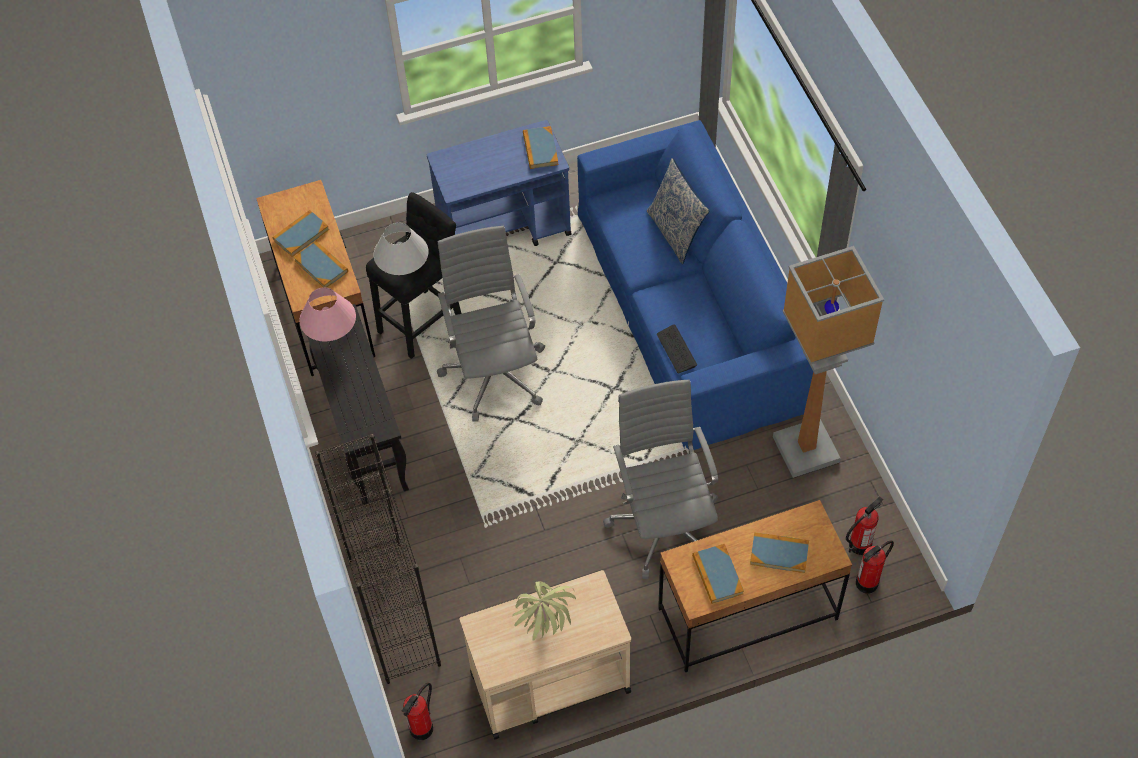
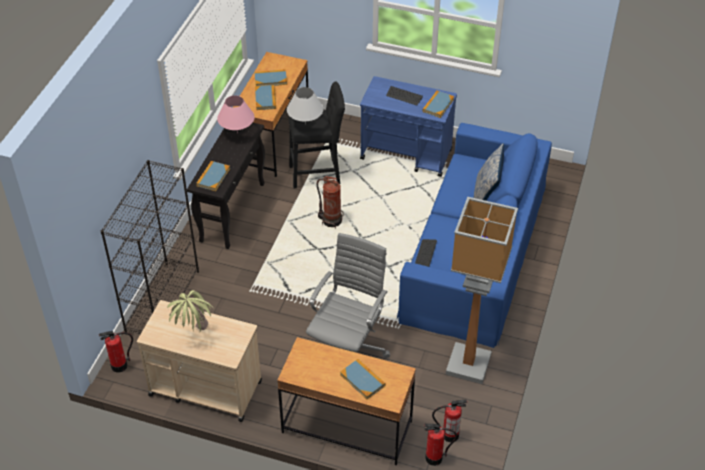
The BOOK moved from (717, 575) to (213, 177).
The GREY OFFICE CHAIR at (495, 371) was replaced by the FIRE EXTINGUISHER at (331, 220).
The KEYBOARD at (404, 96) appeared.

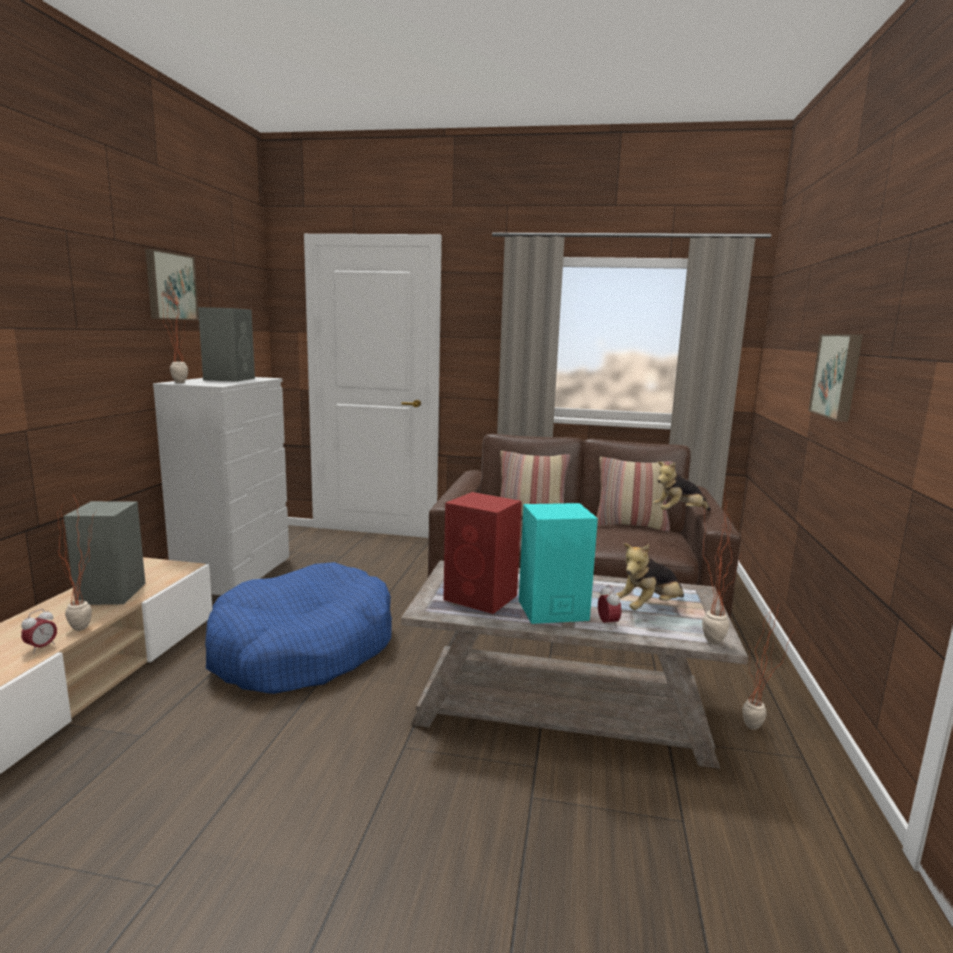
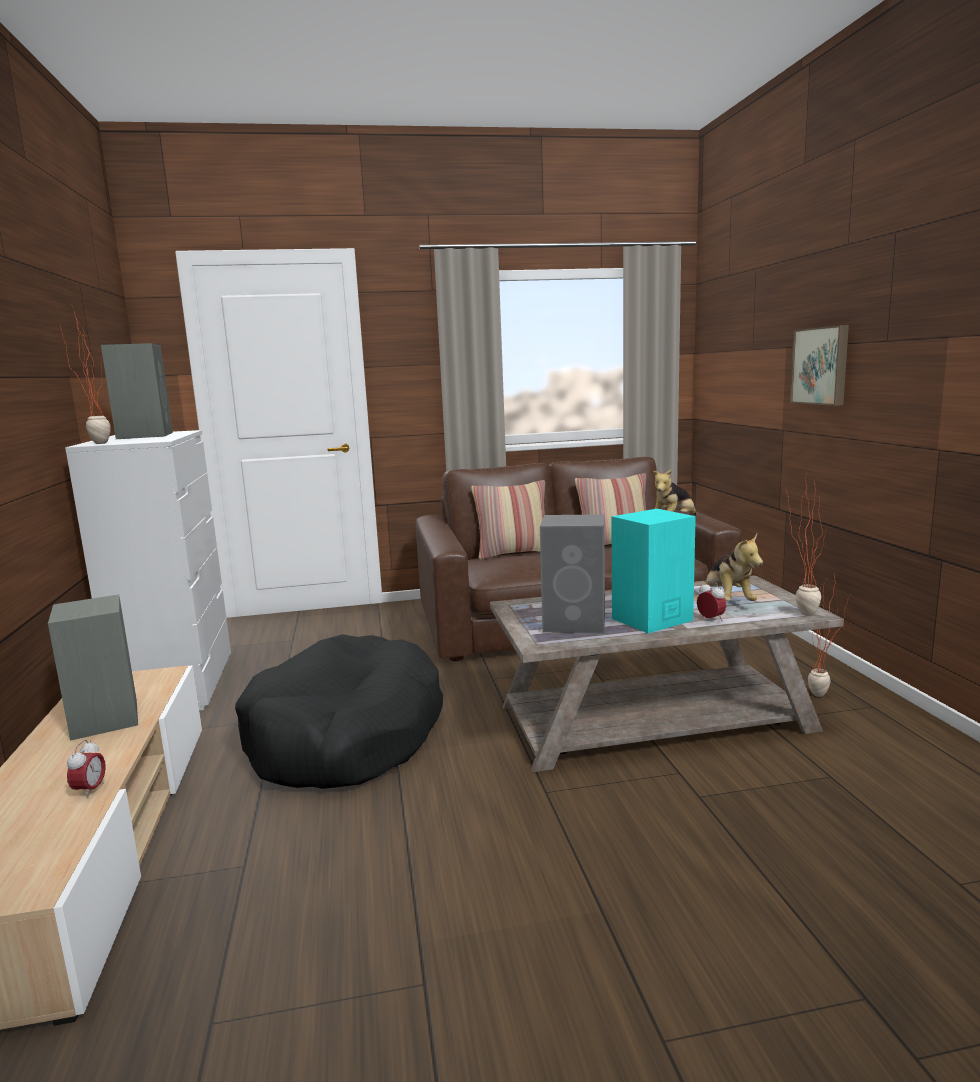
The BLUE DOG BED at (303, 649) became the BLACK DOG BED at (346, 736).
The RED SPEAKER at (482, 598) became the GREY SPEAKER at (576, 623).
The PLUSH TOY at (649, 607) turned 45 degrees counterclockwise.
The POTTED PLANT at (89, 627) disappeared.
The PICTURE at (170, 286) disappeared.

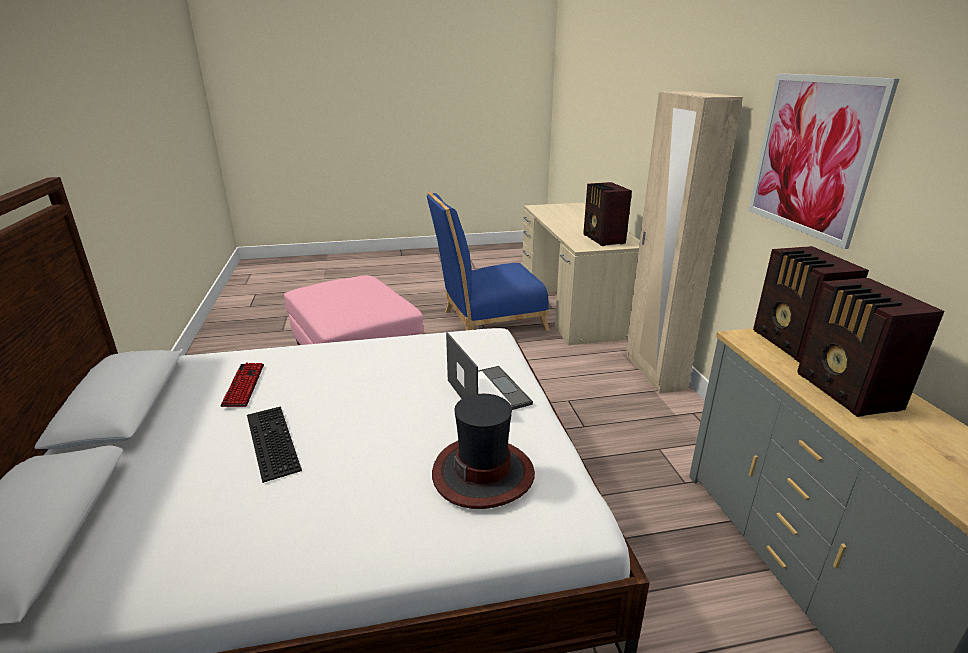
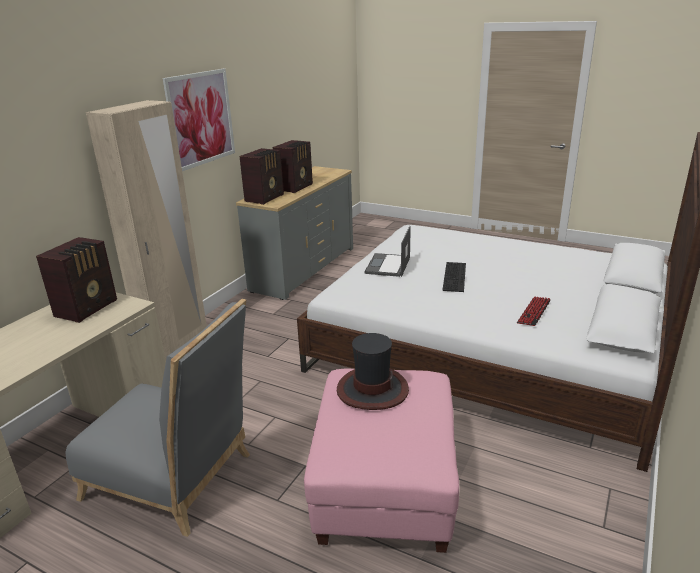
The BLUE CHAIR at (488, 321) became the GREY CHAIR at (176, 479).
The HAT moved from (483, 473) to (372, 389).
The KEYBOARD moved from (270, 441) to (456, 277).

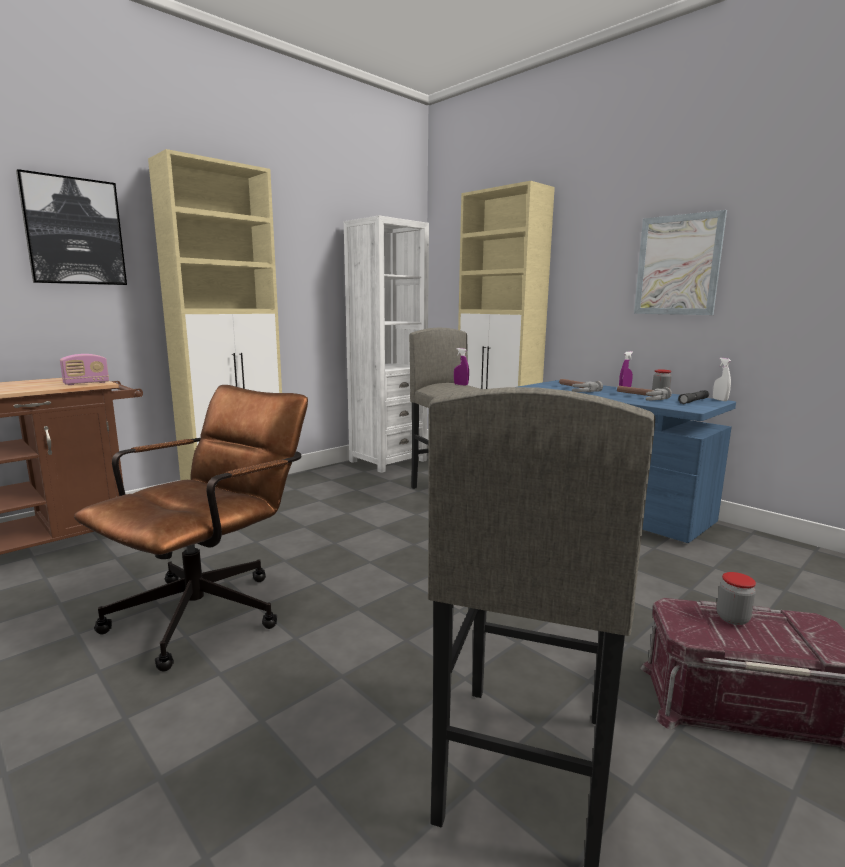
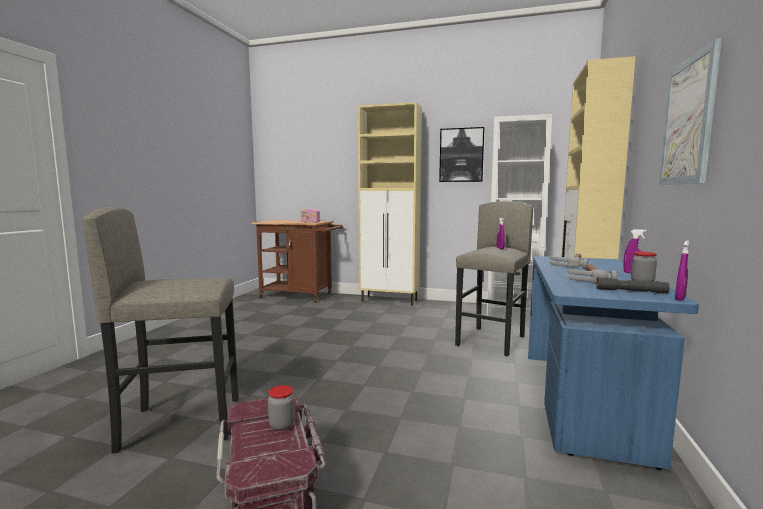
The PICTURE moved from (74, 231) to (461, 155).
The WHITE SPRAY BOTTLE at (720, 400) became the PURPLE SPRAY BOTTLE at (680, 298).
The BROWN OFFICE CHAIR at (212, 608) disappeared.

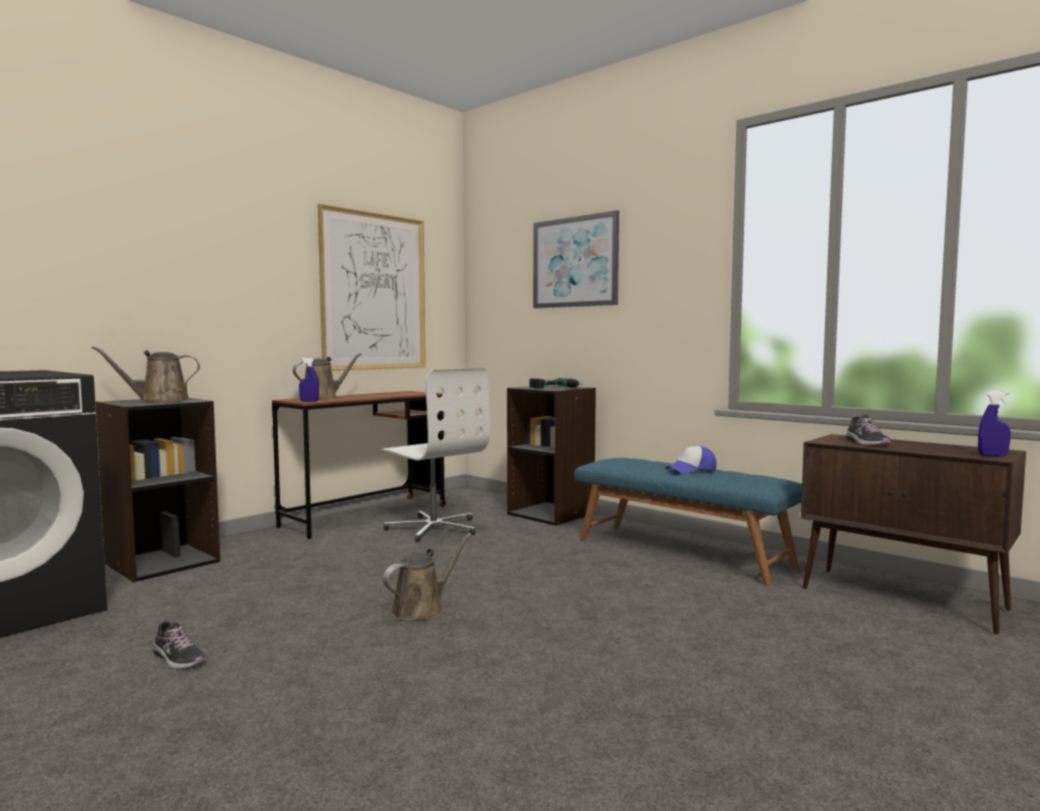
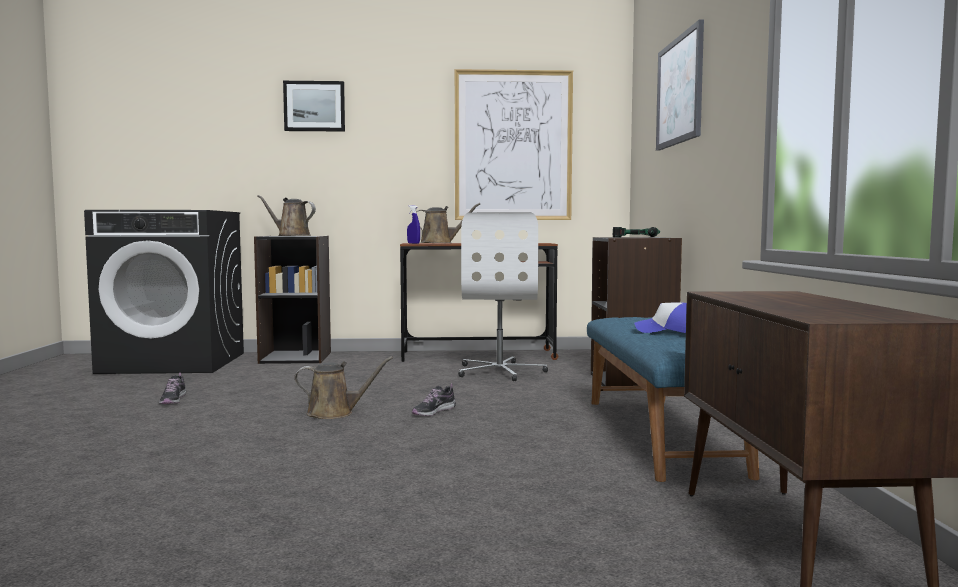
The PICTURE at (314, 106) appeared.
The SHOE moved from (866, 443) to (433, 411).
The BLUE SPRAY BOTTLE at (992, 455) disappeared.

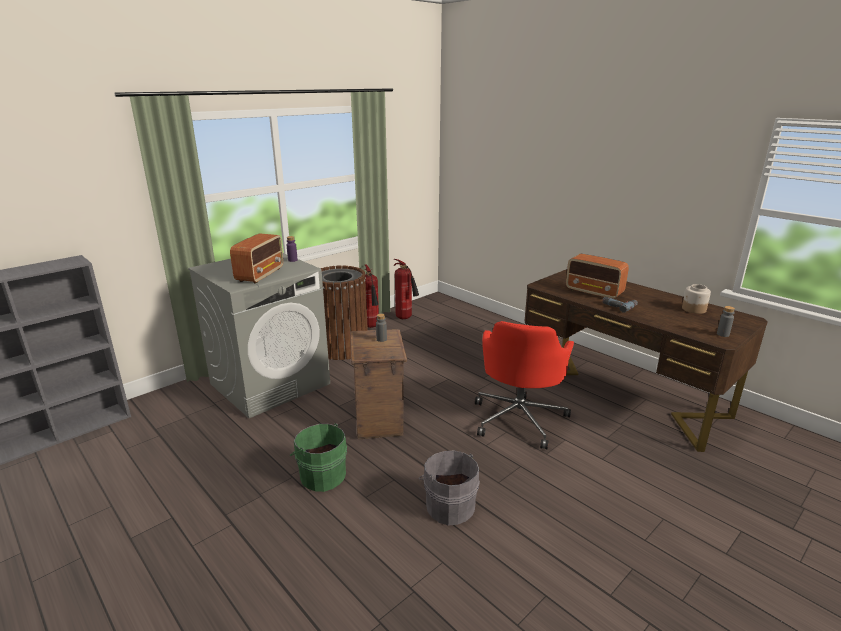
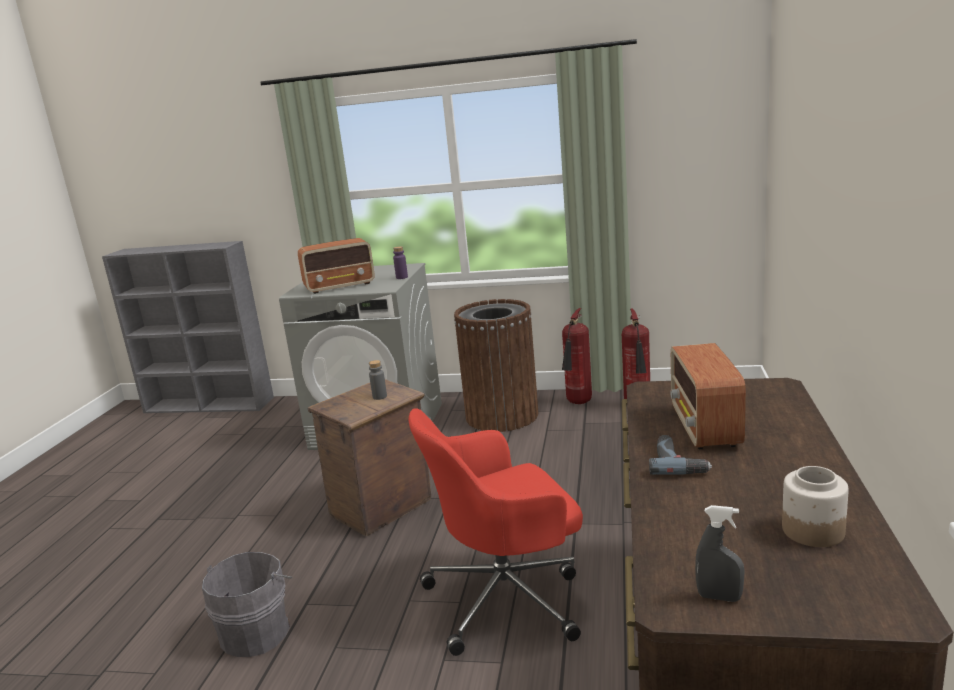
The GREY BOTTLE at (723, 334) was replaced by the GREY SPRAY BOTTLE at (719, 597).
The GREEN BUCKET at (321, 475) disappeared.

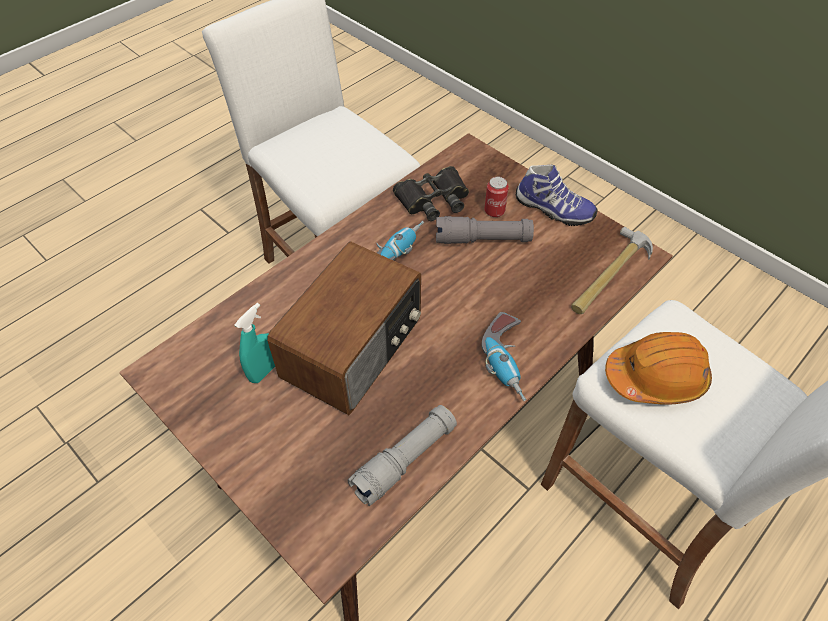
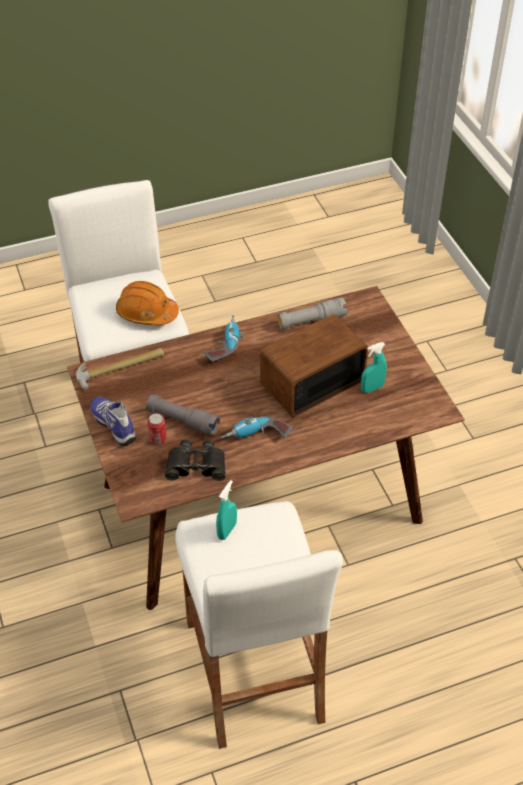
The TURQUOISE SPRAY BOTTLE at (227, 530) appeared.

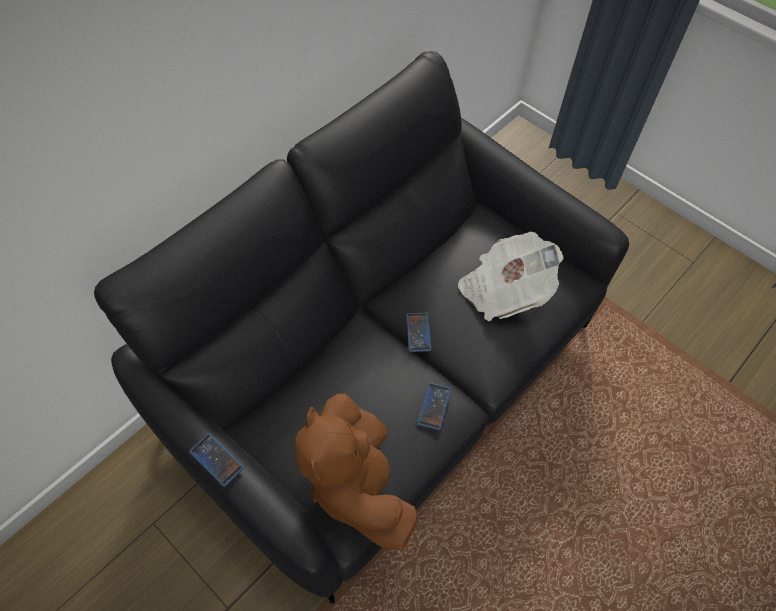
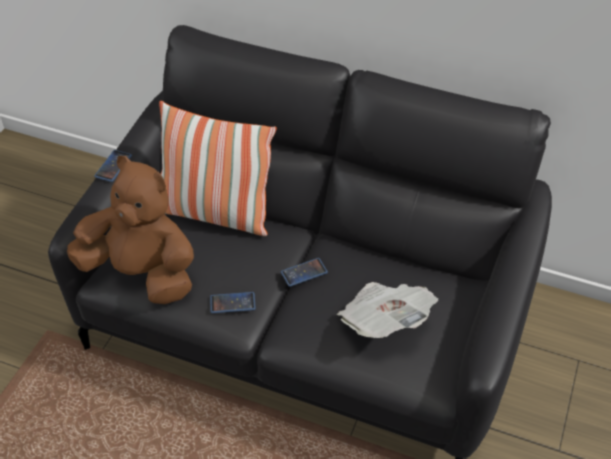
The BROWN PLUSH TOY at (357, 484) turned 60 degrees clockwise.
The PILLOW at (215, 213) appeared.

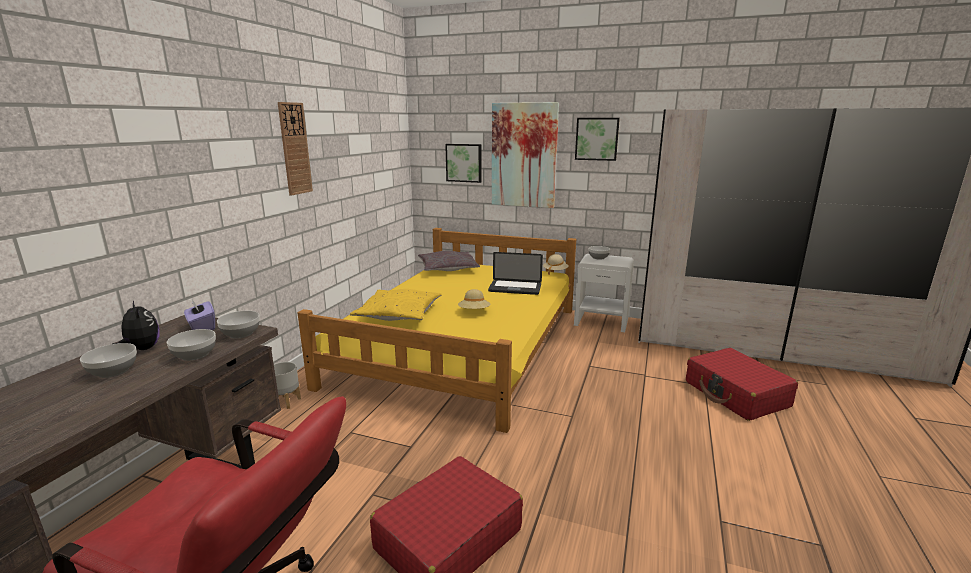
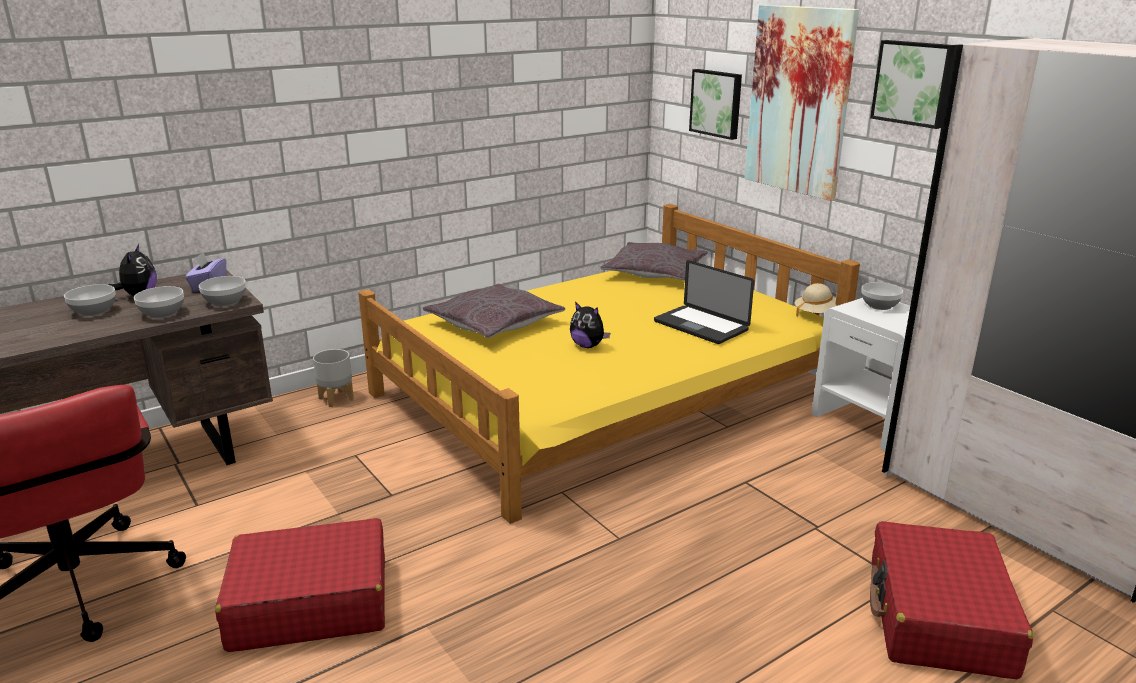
The YELLOW PILLOW at (398, 314) became the GREY PILLOW at (494, 323).
The BEIGE HAT at (474, 312) was replaced by the PLUSH TOY at (588, 346).
The WALL CLOCK at (295, 149) disappeared.

